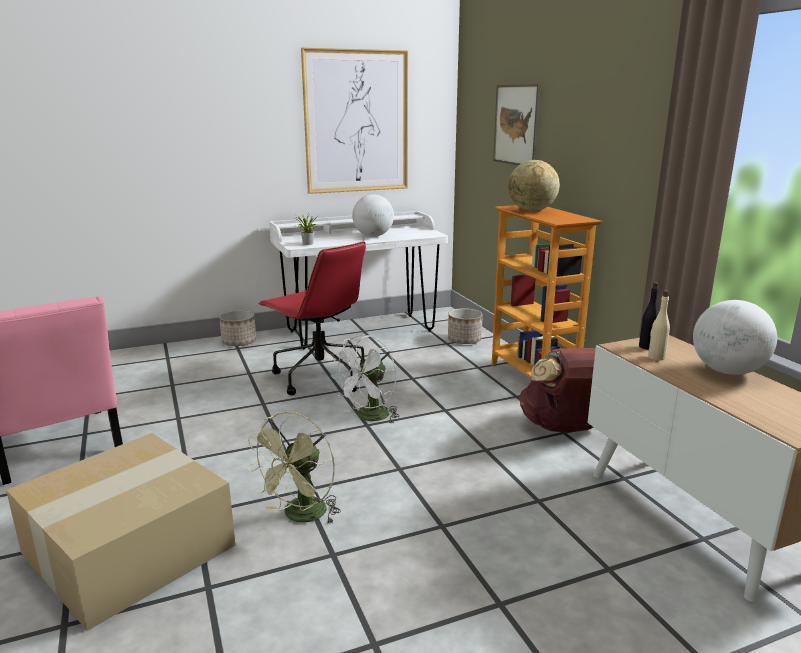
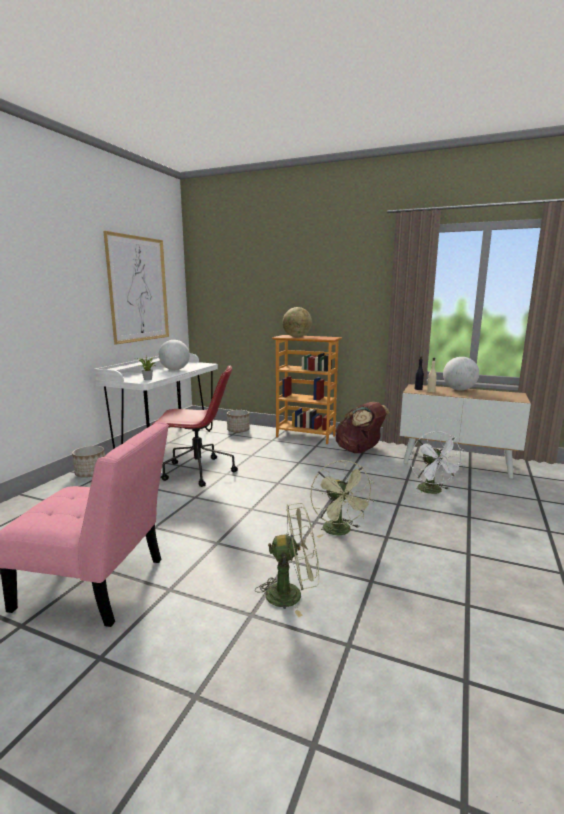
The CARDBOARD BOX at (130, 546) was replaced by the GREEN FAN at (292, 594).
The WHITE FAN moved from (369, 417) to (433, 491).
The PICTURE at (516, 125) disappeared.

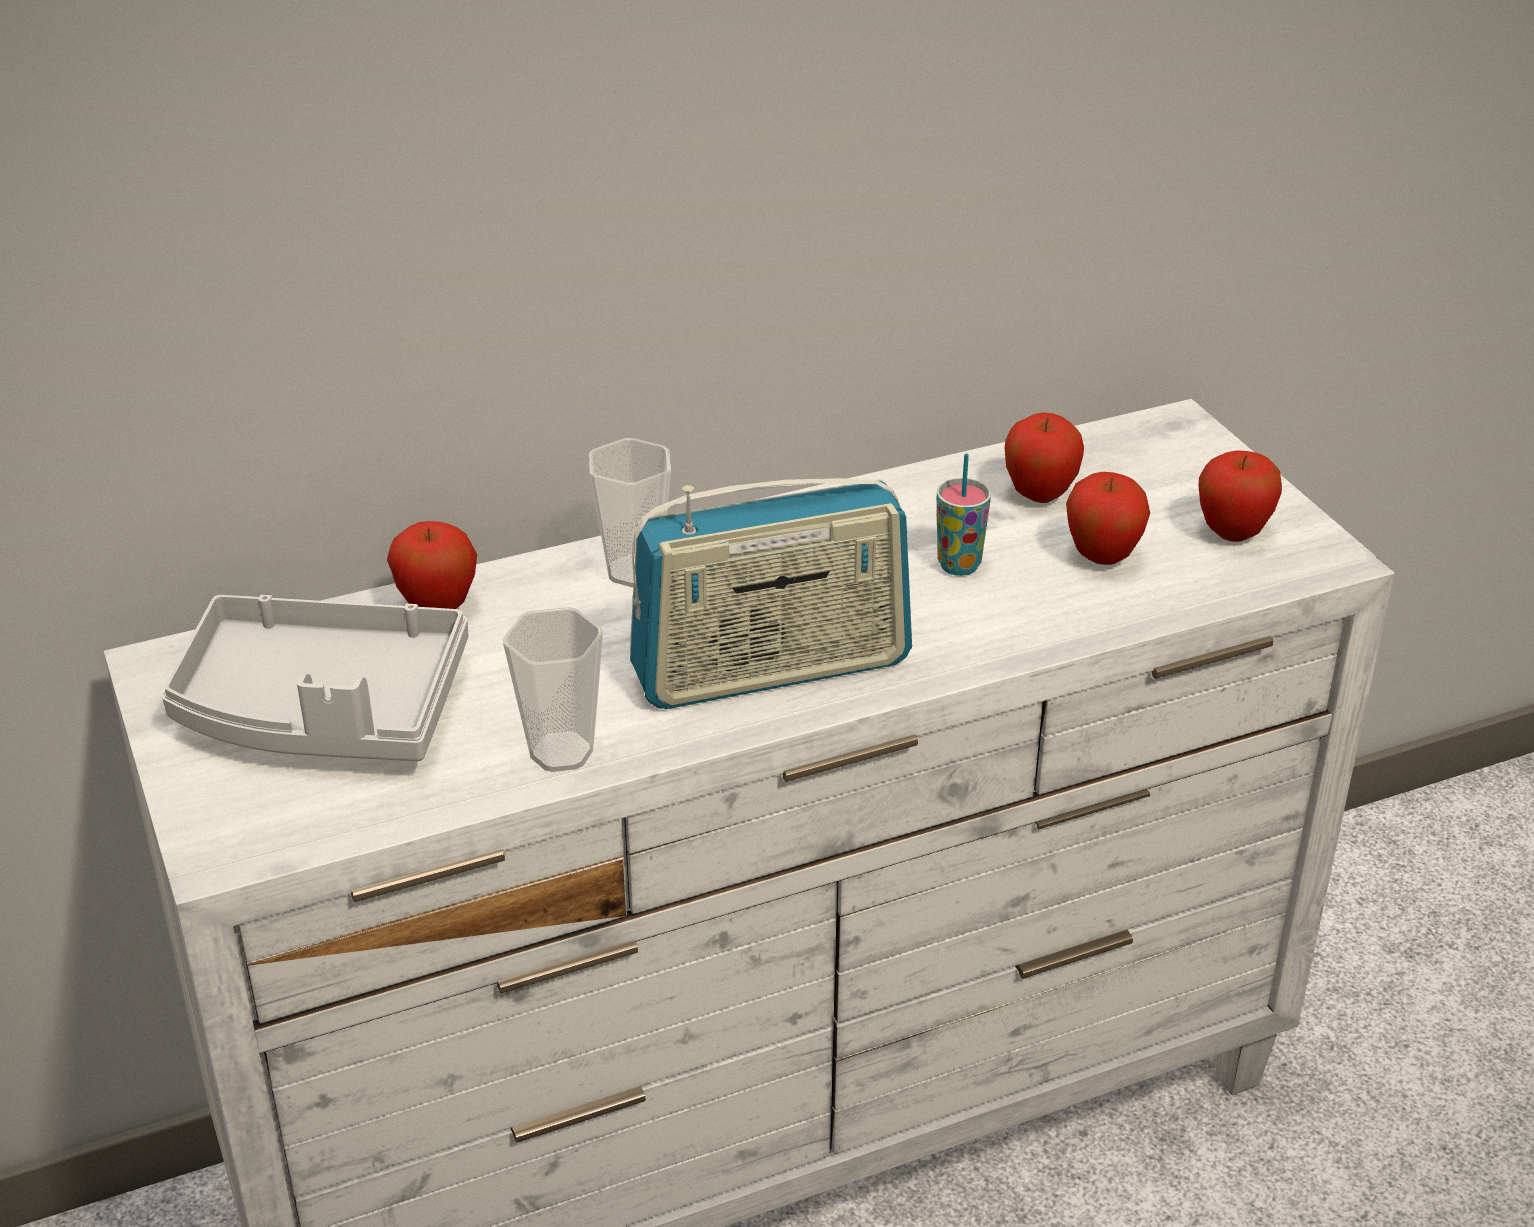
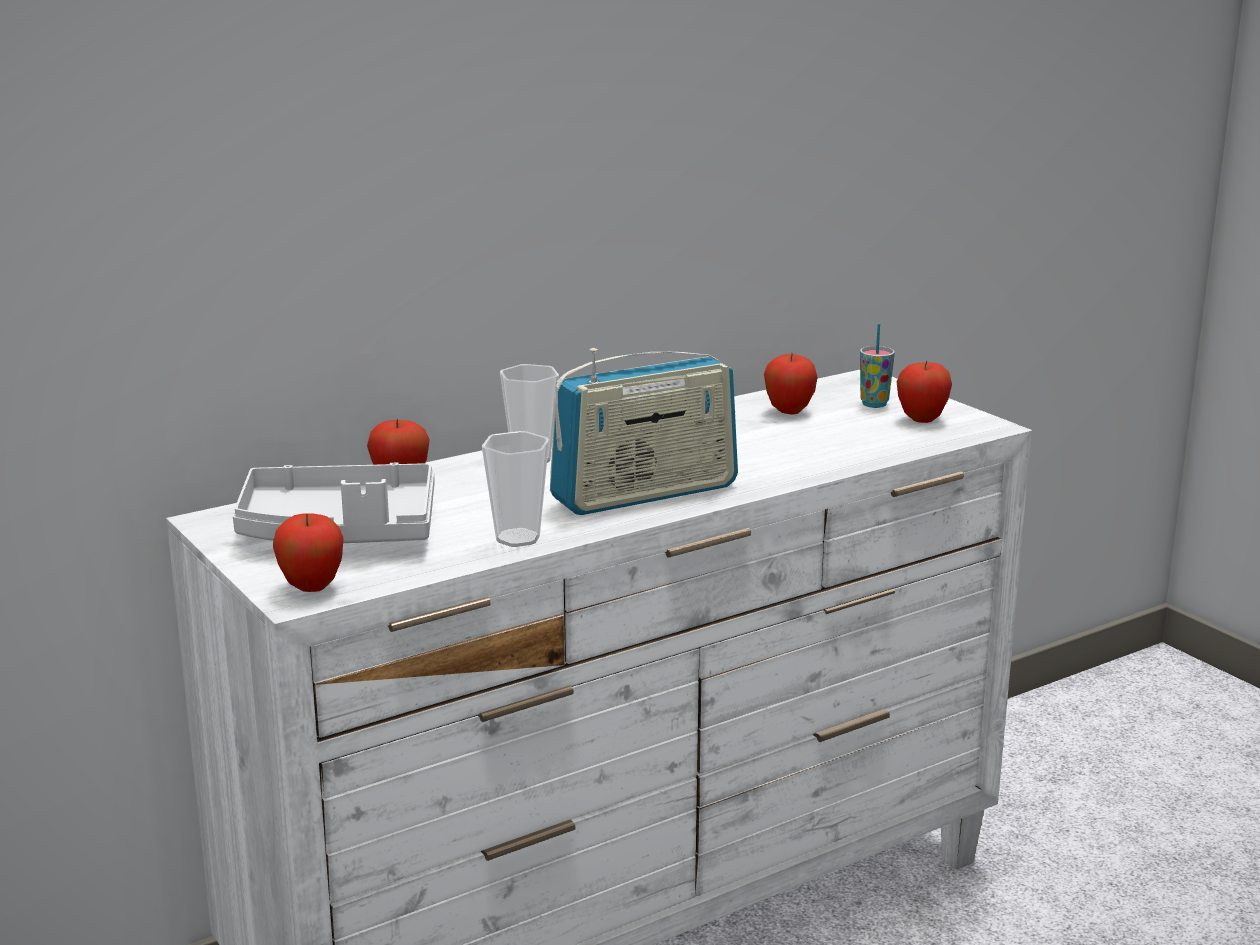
The APPLE moved from (1102, 557) to (311, 588).
The CUP moved from (959, 565) to (874, 404).

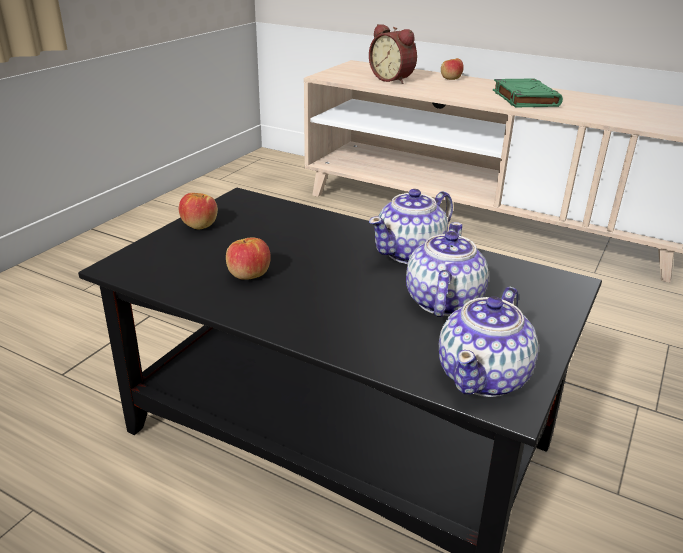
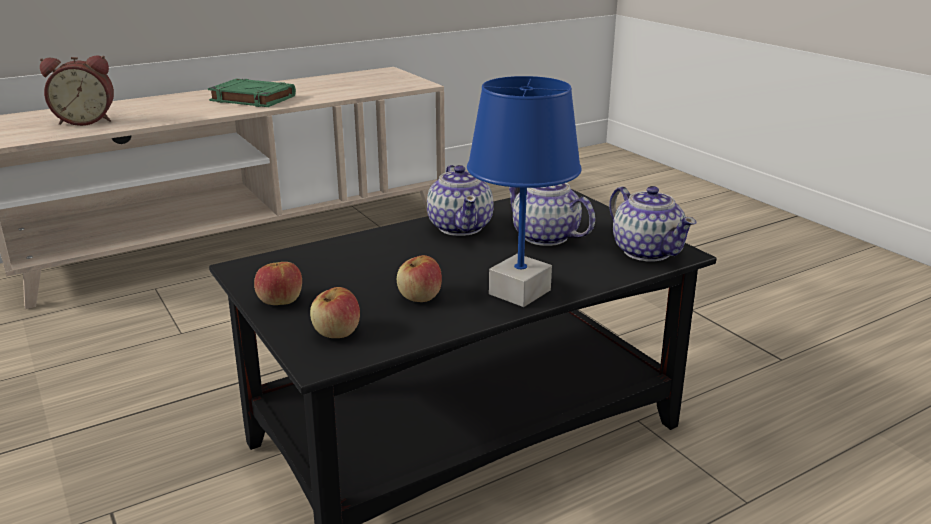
The APPLE moved from (450, 79) to (337, 332).
The BLUE TABLE LAMP at (520, 293) appeared.

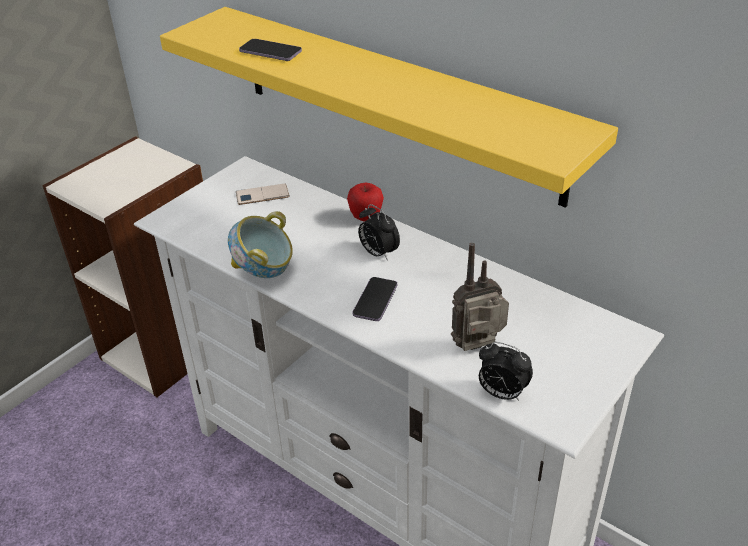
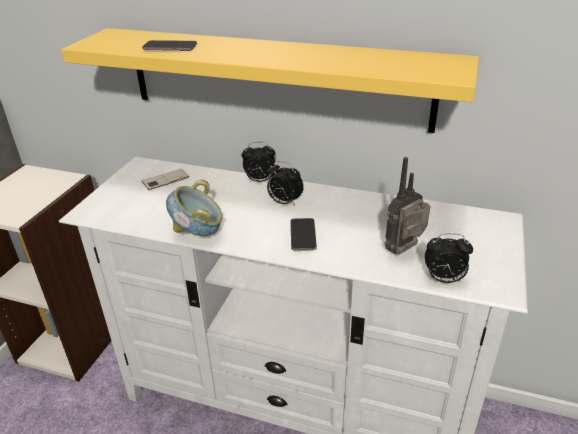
The APPLE at (366, 218) was replaced by the ALARM CLOCK at (260, 181).

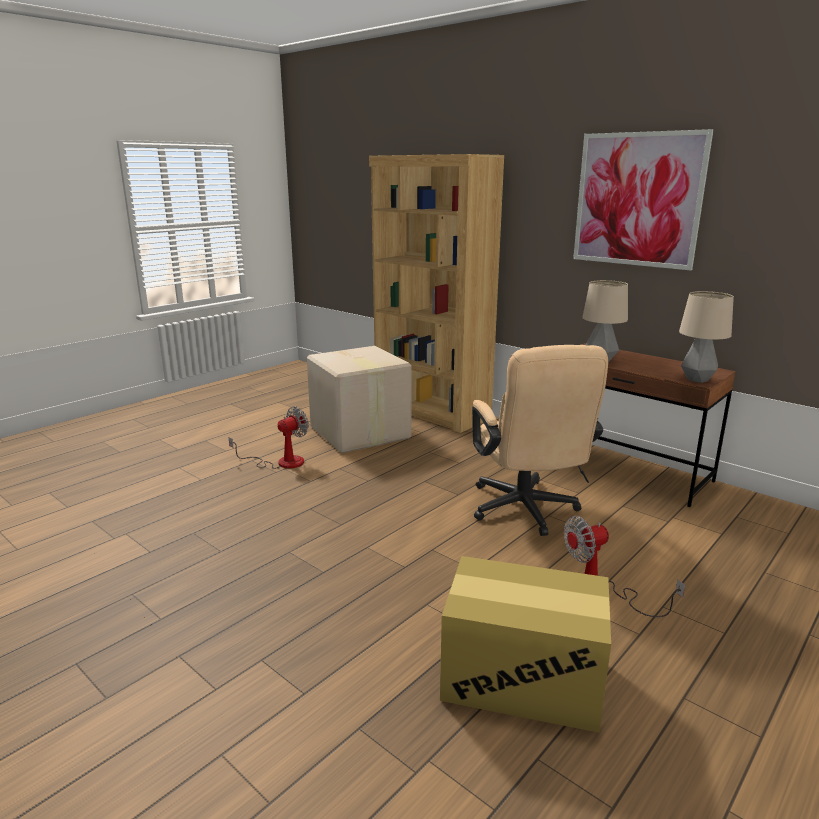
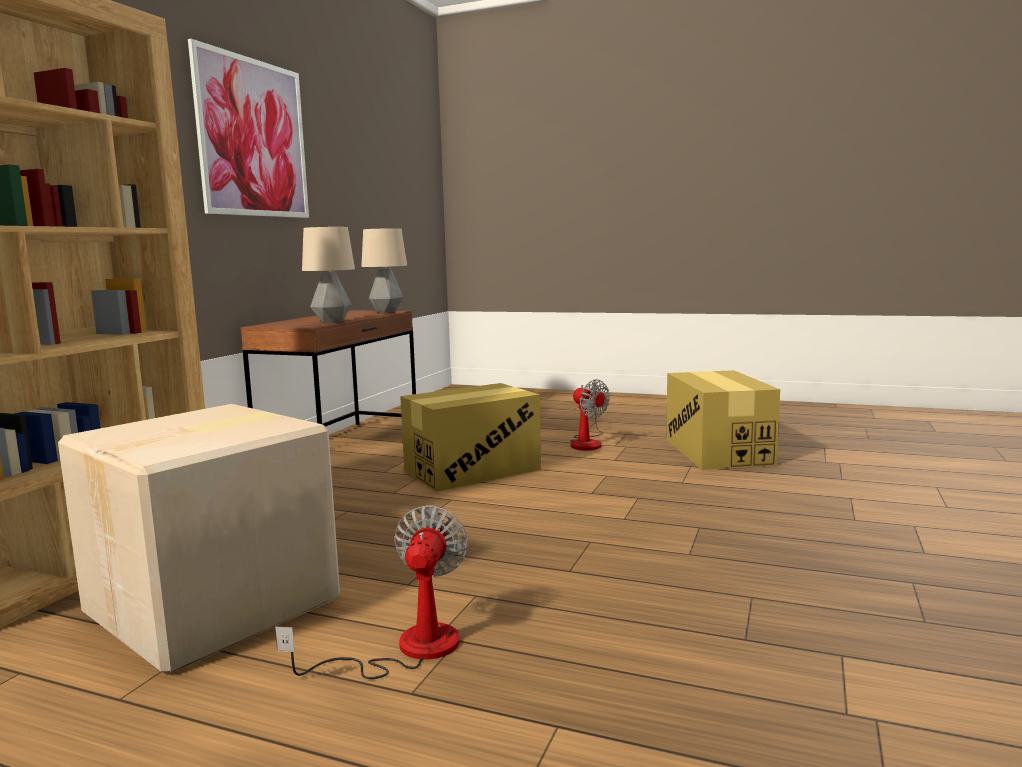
The FAN at (281, 462) turned 75 degrees clockwise.
The BEIGE OFFICE CHAIR at (526, 512) was replaced by the CARDBOARD BOX at (472, 470).

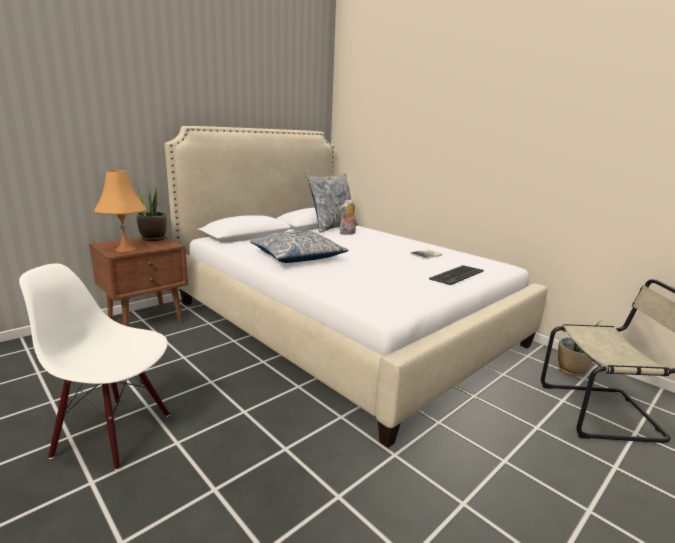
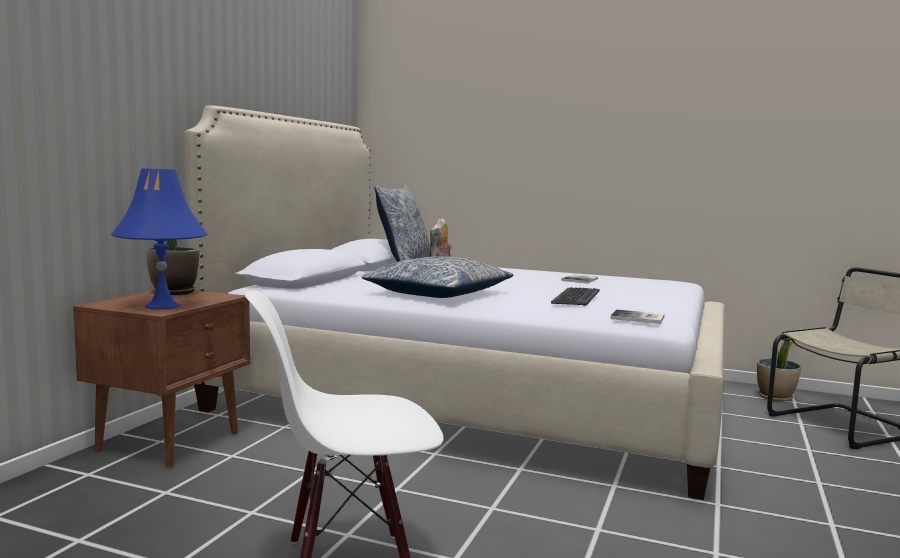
The ORANGE TABLE LAMP at (125, 249) became the BLUE TABLE LAMP at (162, 306).
The KEYBOARD moved from (456, 275) to (575, 297).
The BOOK at (639, 318) appeared.

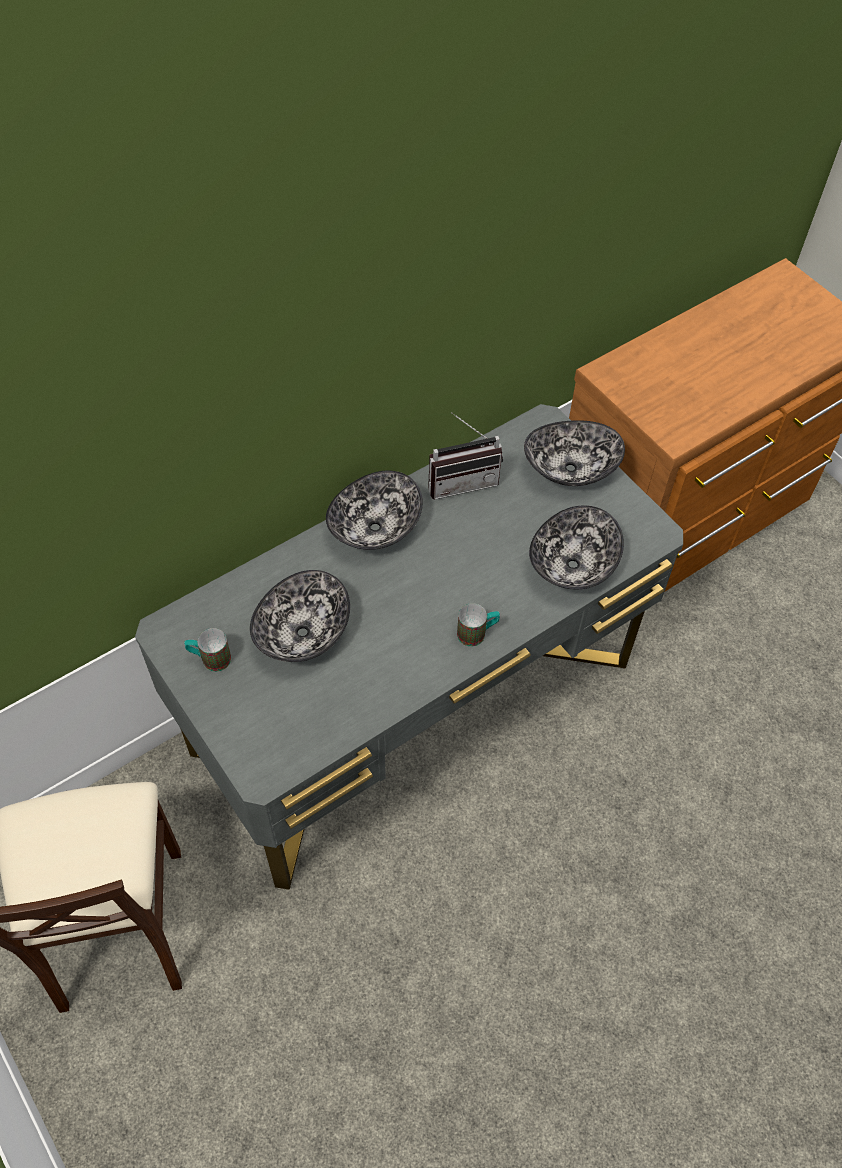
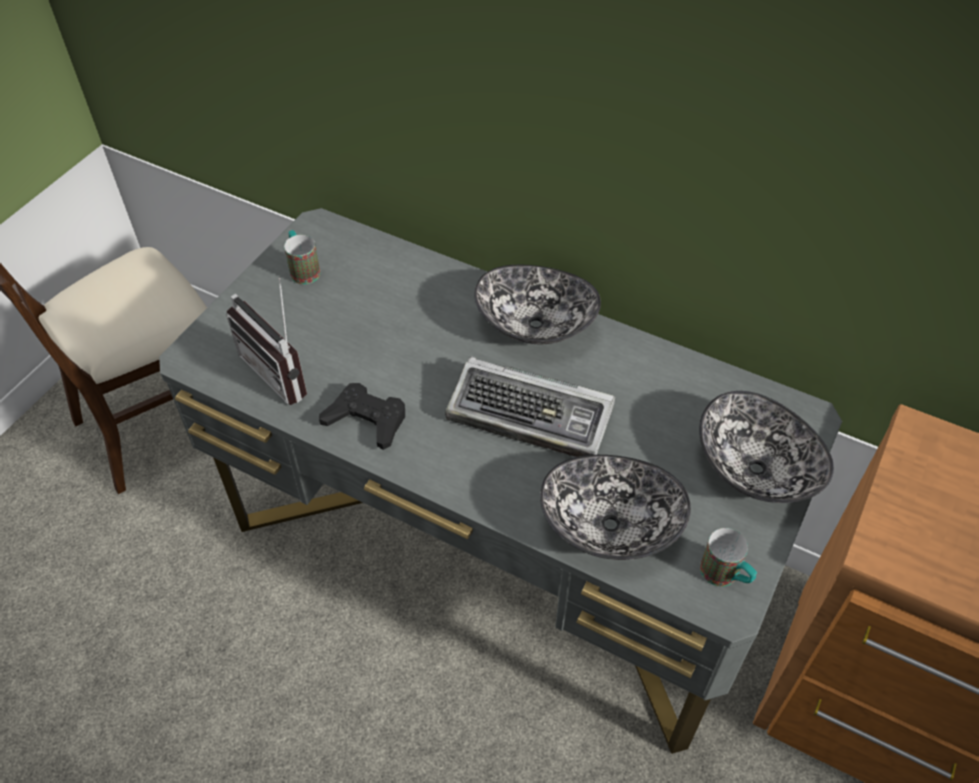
The RADIO moved from (461, 480) to (283, 371).
The BLACK GAME CONTROLLER at (366, 420) appeared.
The KEYBOARD at (532, 415) appeared.
The MUG moved from (477, 633) to (725, 576).
The BOWL at (303, 633) disappeared.

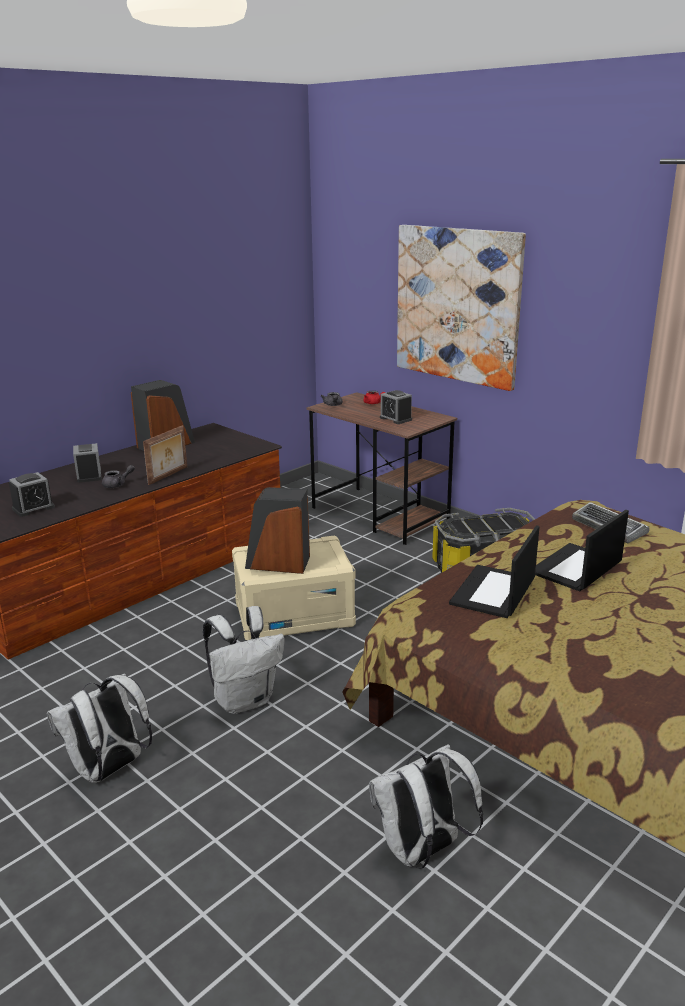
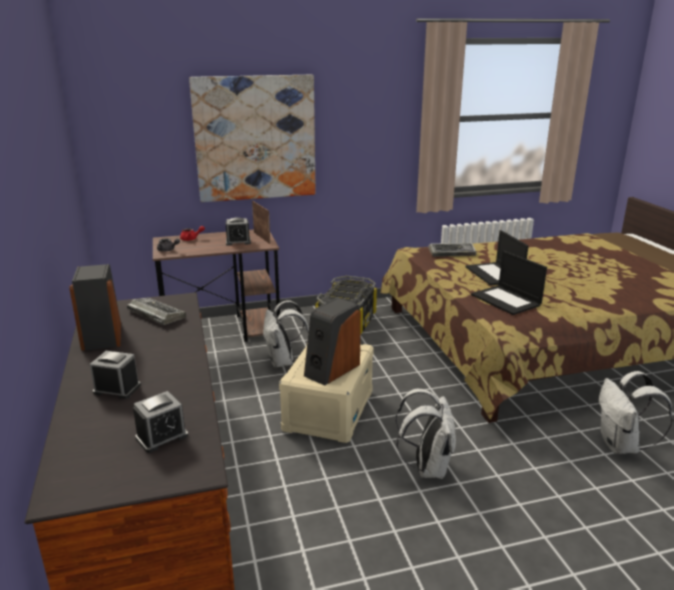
The KEYBOARD at (156, 315) appeared.
The ALARM CLOCK at (33, 508) turned 60 degrees clockwise.
The PICTURE FRAME moved from (169, 476) to (262, 237).
The WHITE BACKPACK moved from (109, 770) to (283, 362).
The GREY TEAPOT at (118, 485) disappeared.

